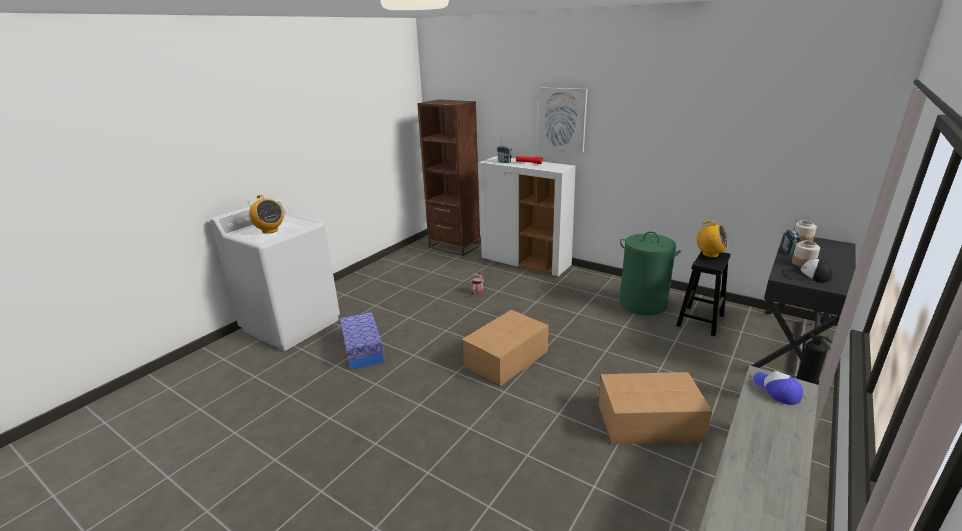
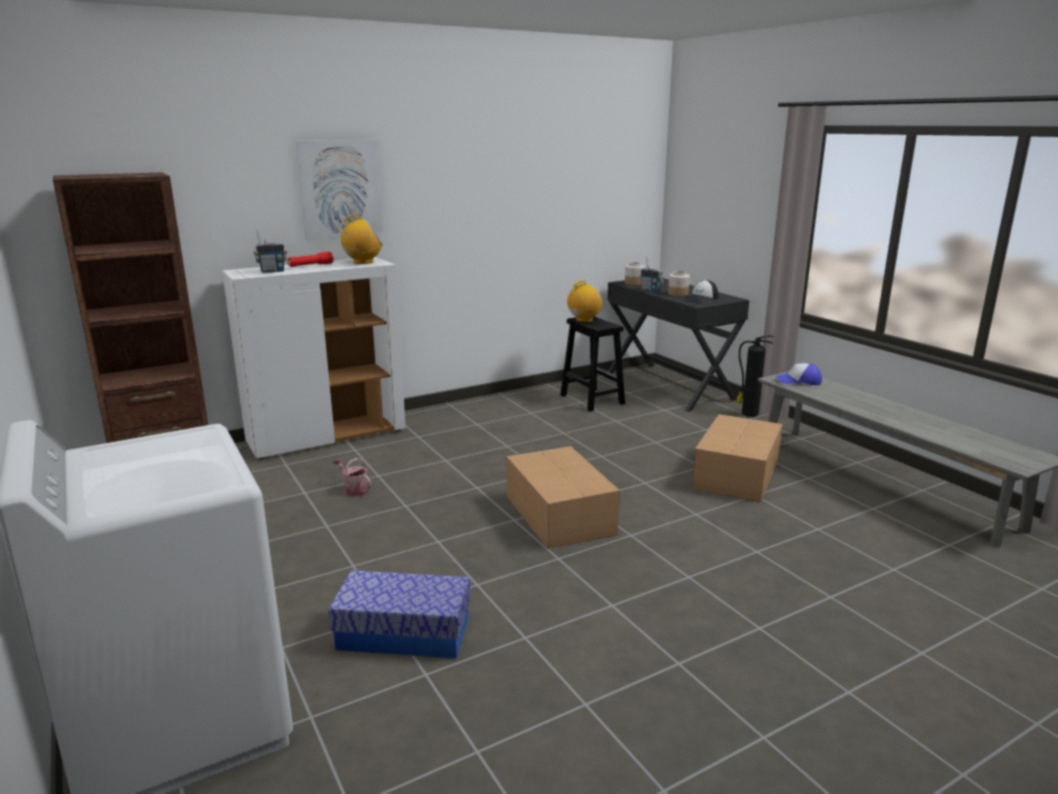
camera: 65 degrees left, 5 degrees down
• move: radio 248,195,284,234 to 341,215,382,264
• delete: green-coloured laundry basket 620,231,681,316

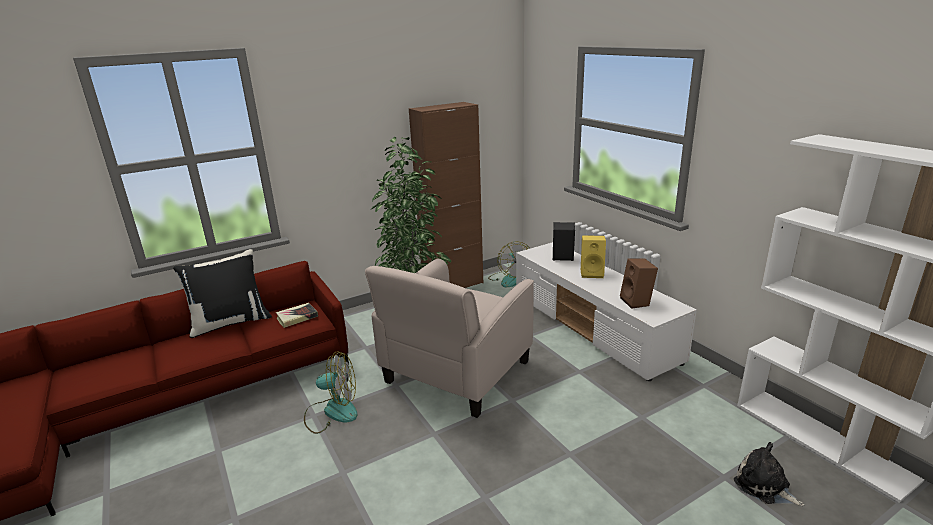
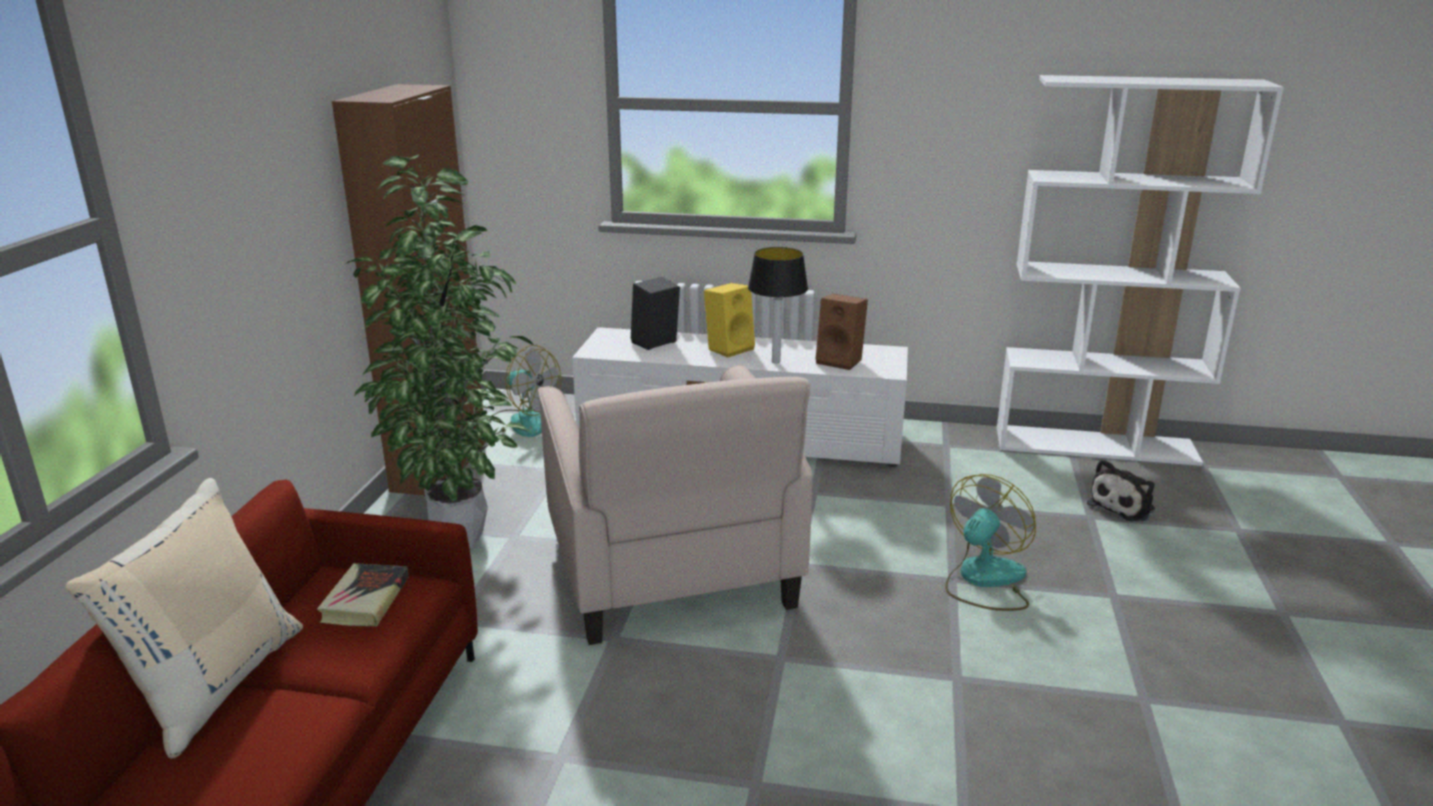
camera: 50 degrees left, 0 degrees up
• recolor: black cushion 173,249,272,338 to beige cushion 65,478,303,759
• insert: lamp for a table 748,247,808,363
• move: cooling fan 304,352,357,434 to 945,474,1036,611
• rotate: soft toy 734,442,805,506 = 1087,459,1155,522 45 degrees counterclockwise

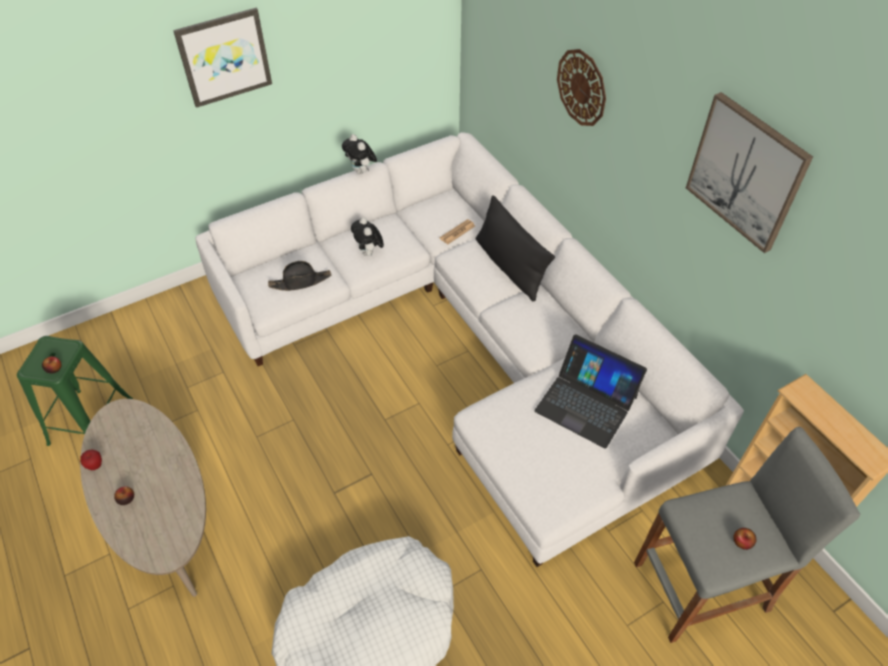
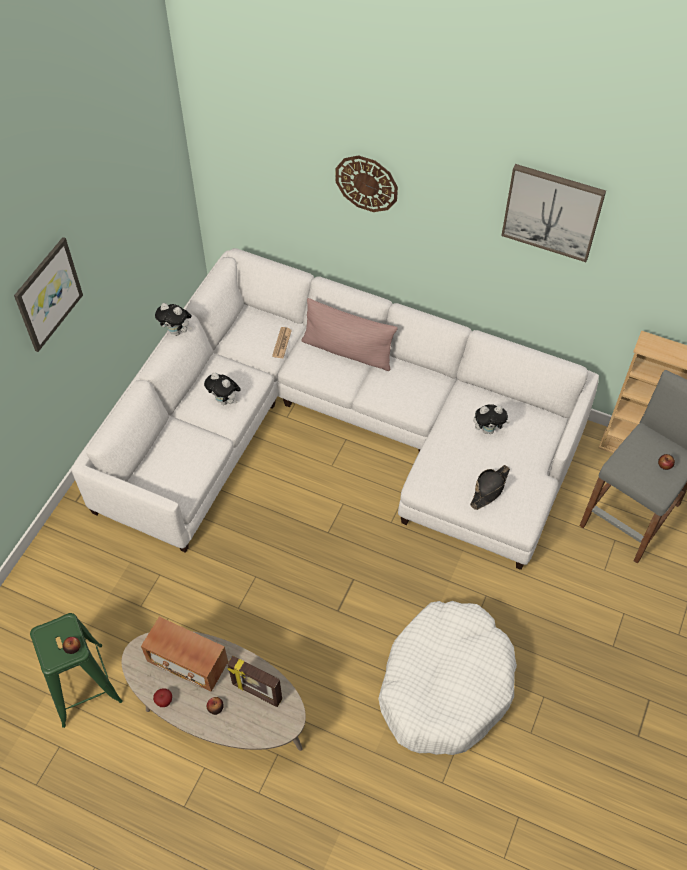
camera: 35 degrees left, 5 degrees up
• insert: radio 141,617,228,692
• insert: picture frame 227,656,282,707
• recolor: black cushion 476,195,555,301 to pink cushion 302,298,398,371
• move: black hat 268,261,331,291 to 470,465,510,510
• replace: portable computer 535,334,647,449 to soft toy 474,404,510,434

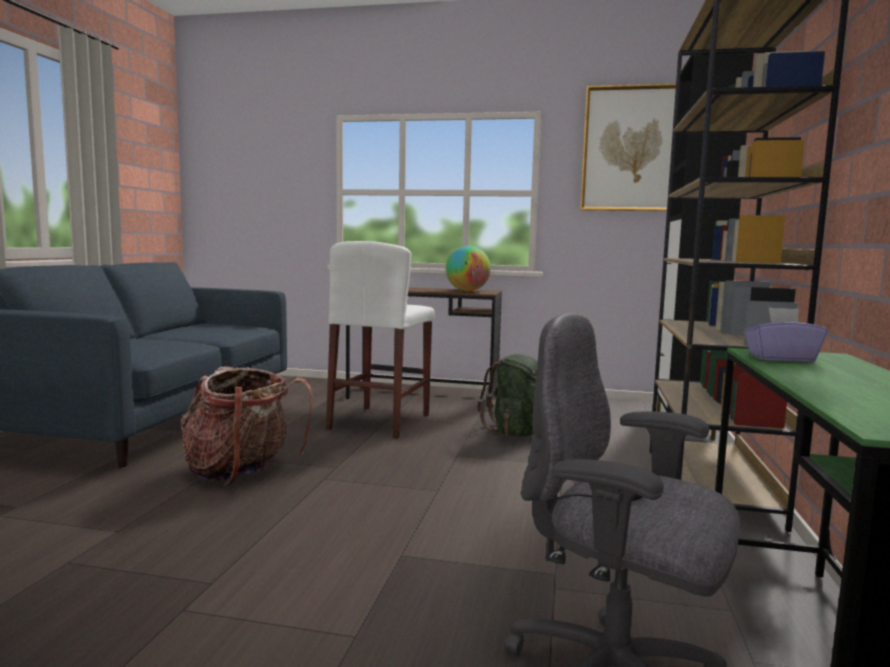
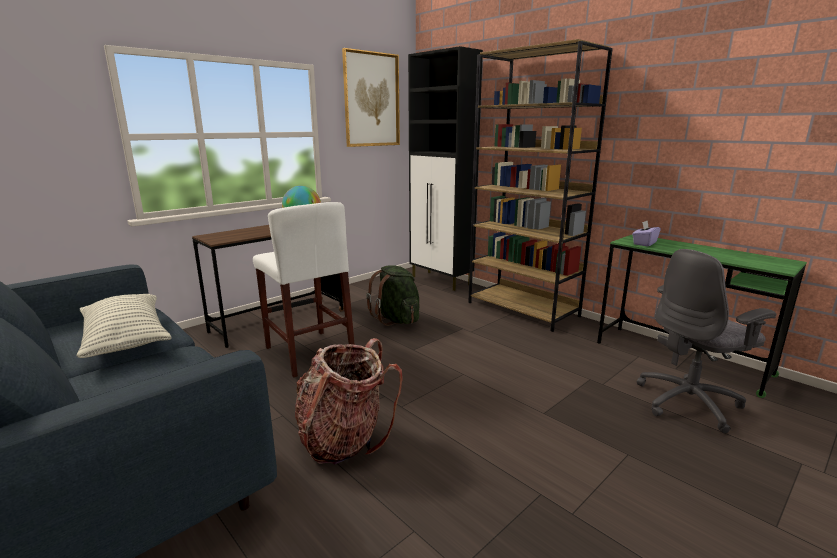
camera: 55 degrees left, 10 degrees up
• insert: cushion 77,294,172,358

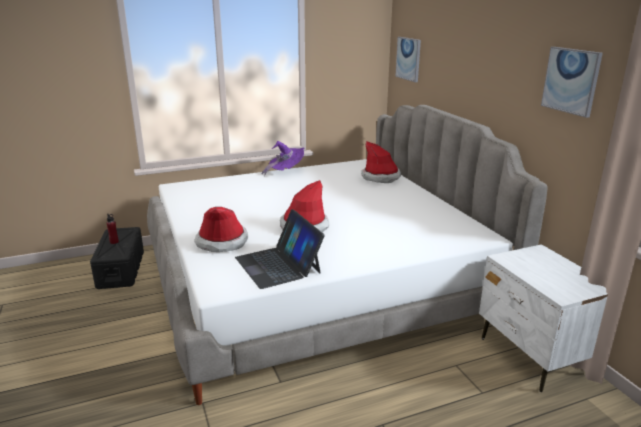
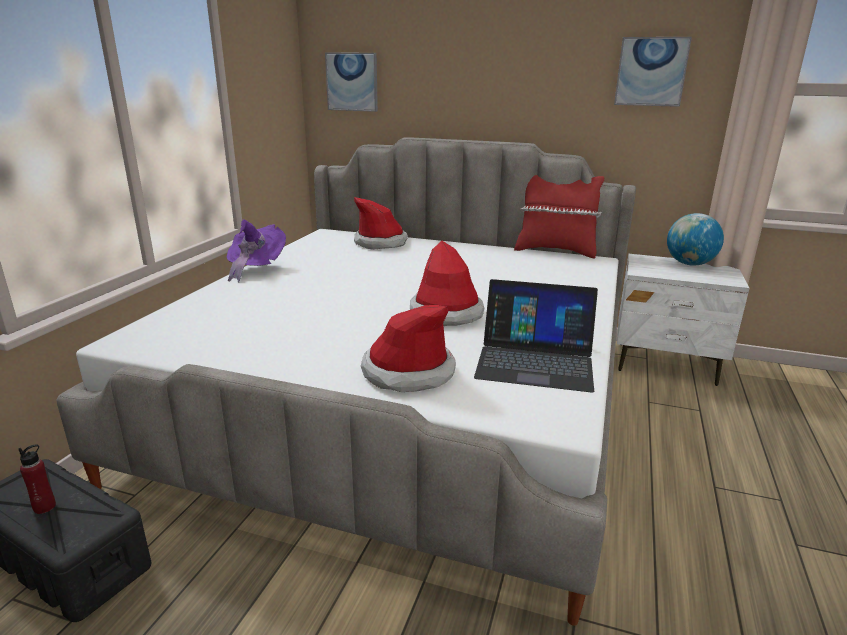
camera: 50 degrees left, 0 degrees up
• insert: red-coloured cushion 514,175,604,258
• insert: world globe 667,213,724,266

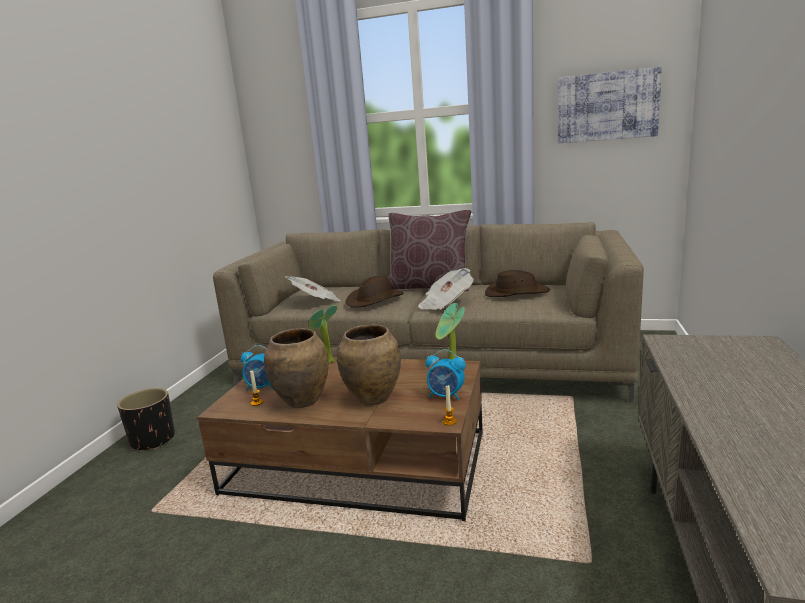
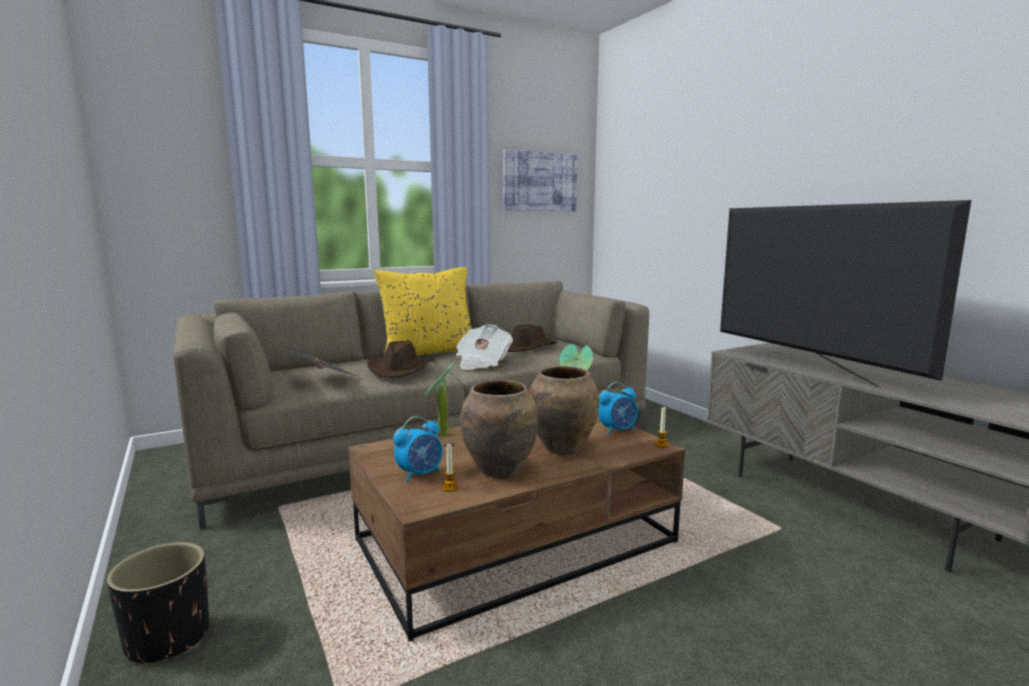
camera: 45 degrees left, 5 degrees down
• recolor: brown cushion 388,210,471,291 to yellowish cushion 374,267,472,356
• insert: television 720,200,971,389

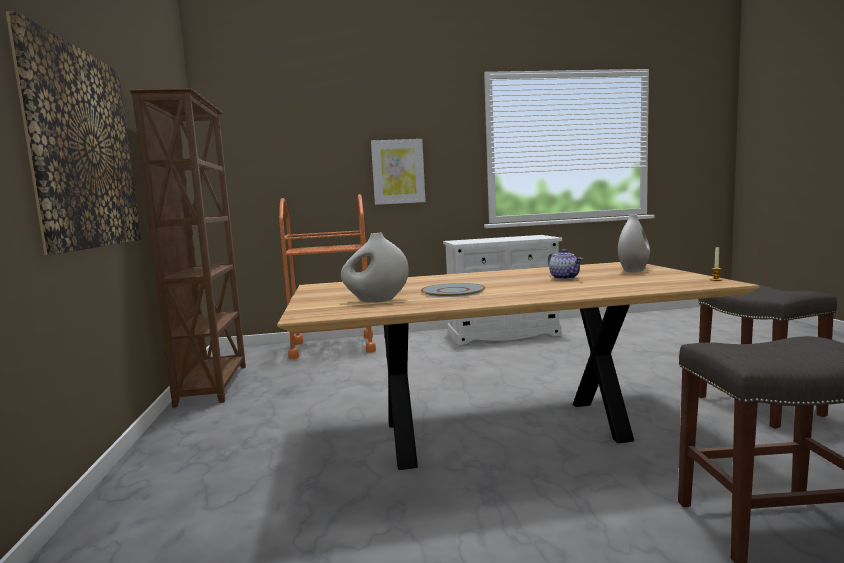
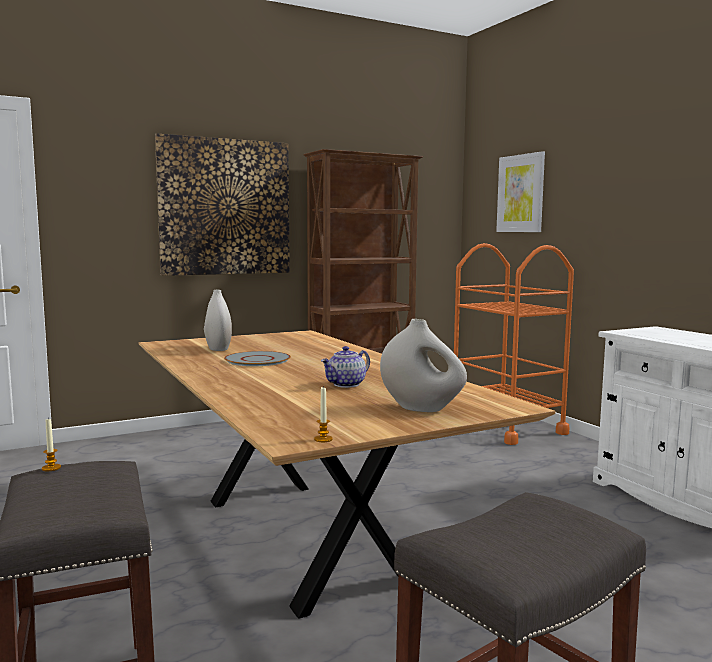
camera: 70 degrees right, 0 degrees up
• insert: candle 42,419,61,471
• move: picture 371,139,426,205 to 496,151,545,232

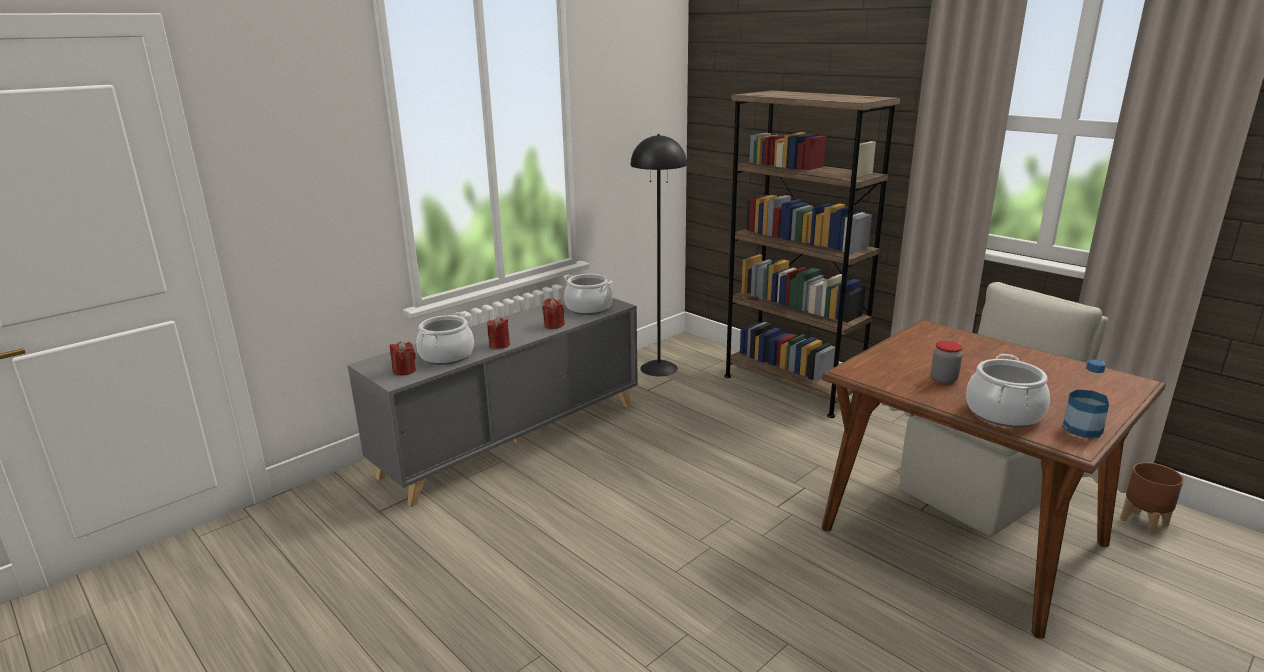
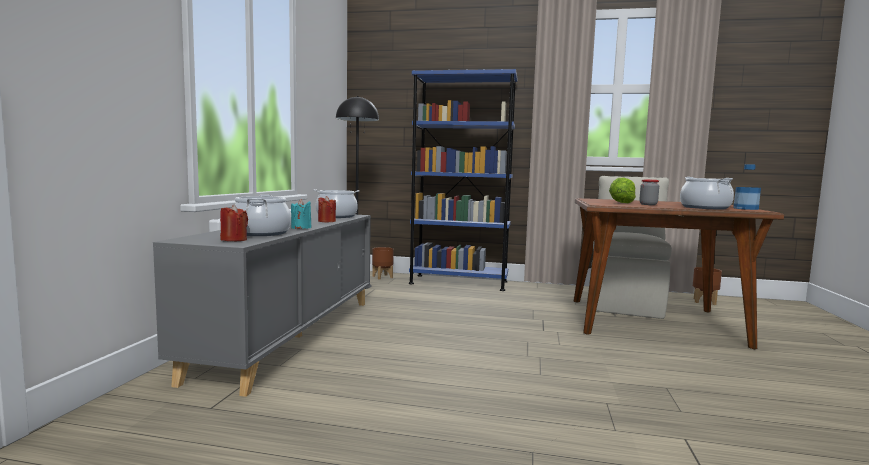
camera: 35 degrees left, 15 degrees down
• recolor: red-coloured candle 487,317,510,349 to turquoise-coloured candle 291,199,312,229
• insert: brown plant pot 372,247,394,279
• recolor: brown bookcase 724,91,900,418 to bluish bookcase 409,69,517,291
• insert: head of lettuce 609,177,636,203

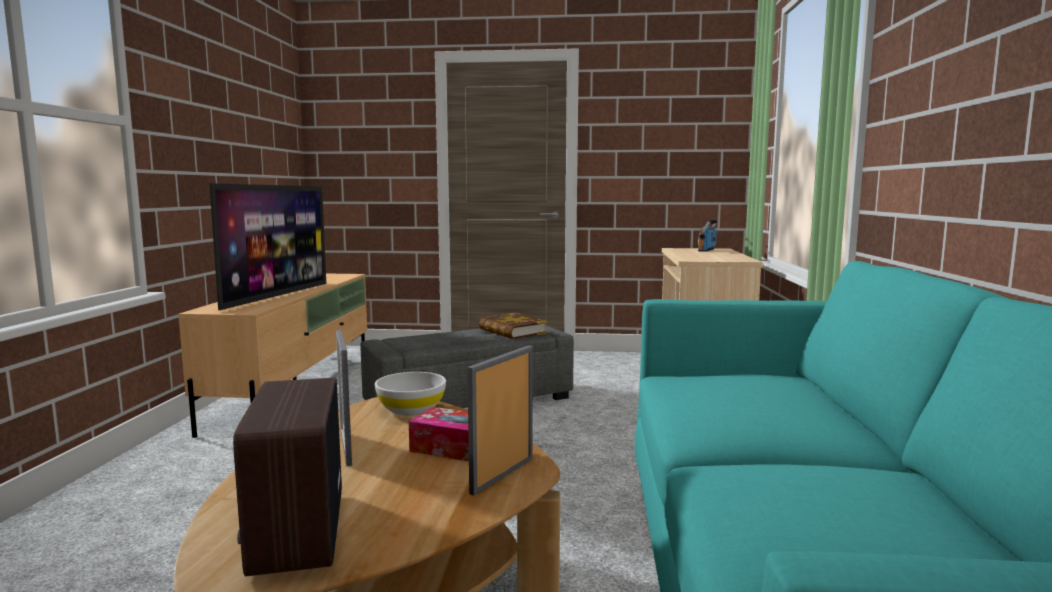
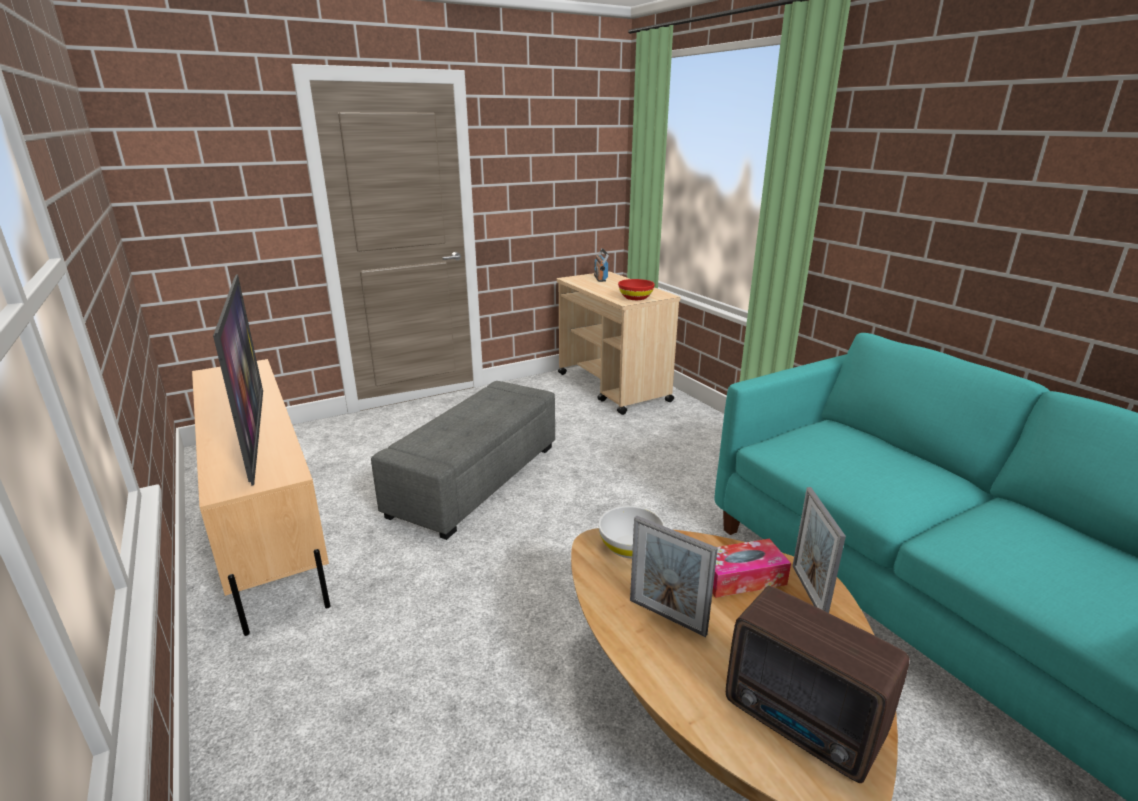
camera: 35 degrees left, 15 degrees up
• insert: red-coloured serving bowl 618,279,655,300
• delete: volume 479,313,548,339

